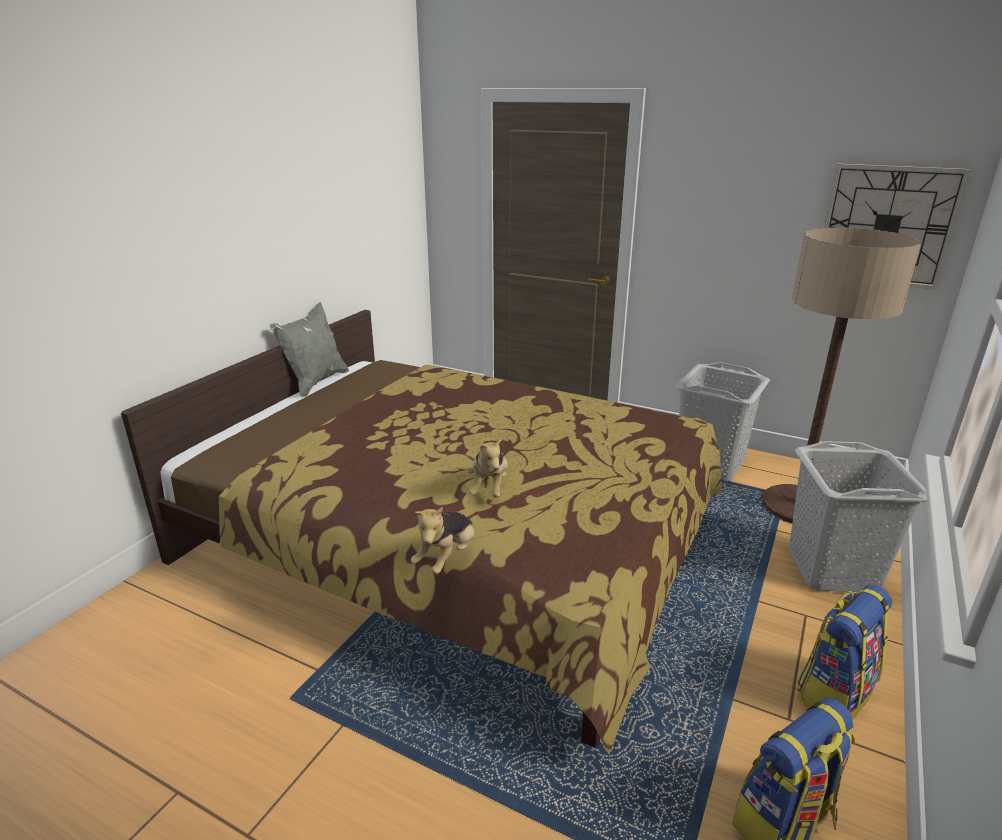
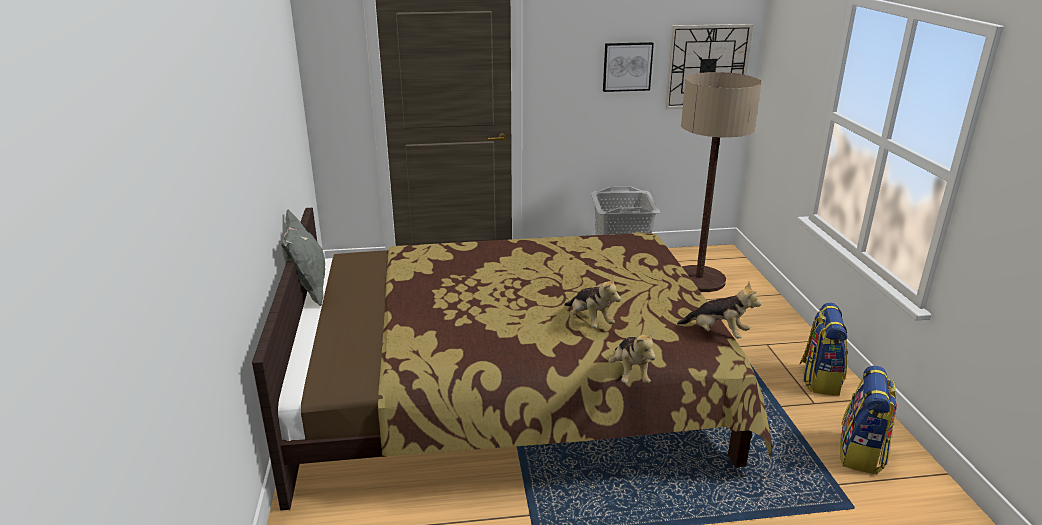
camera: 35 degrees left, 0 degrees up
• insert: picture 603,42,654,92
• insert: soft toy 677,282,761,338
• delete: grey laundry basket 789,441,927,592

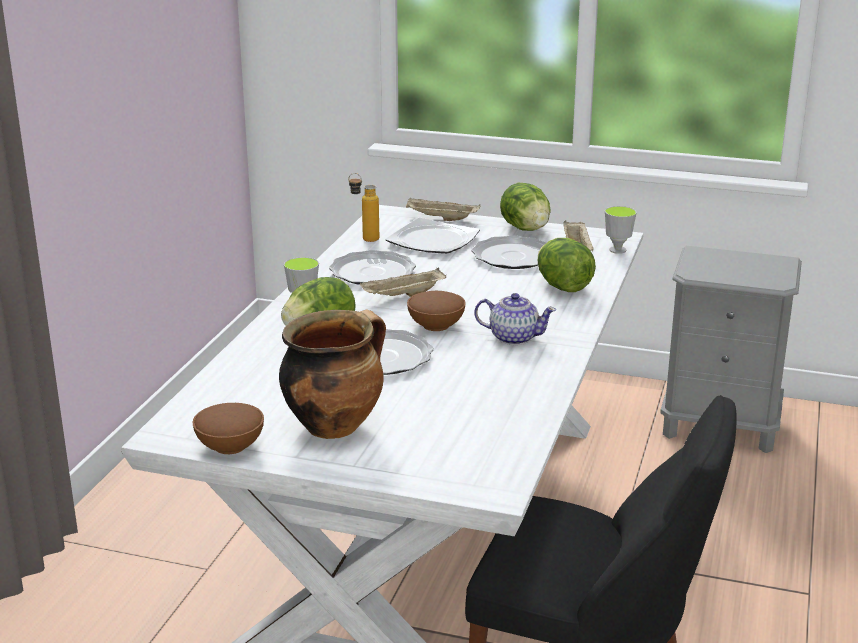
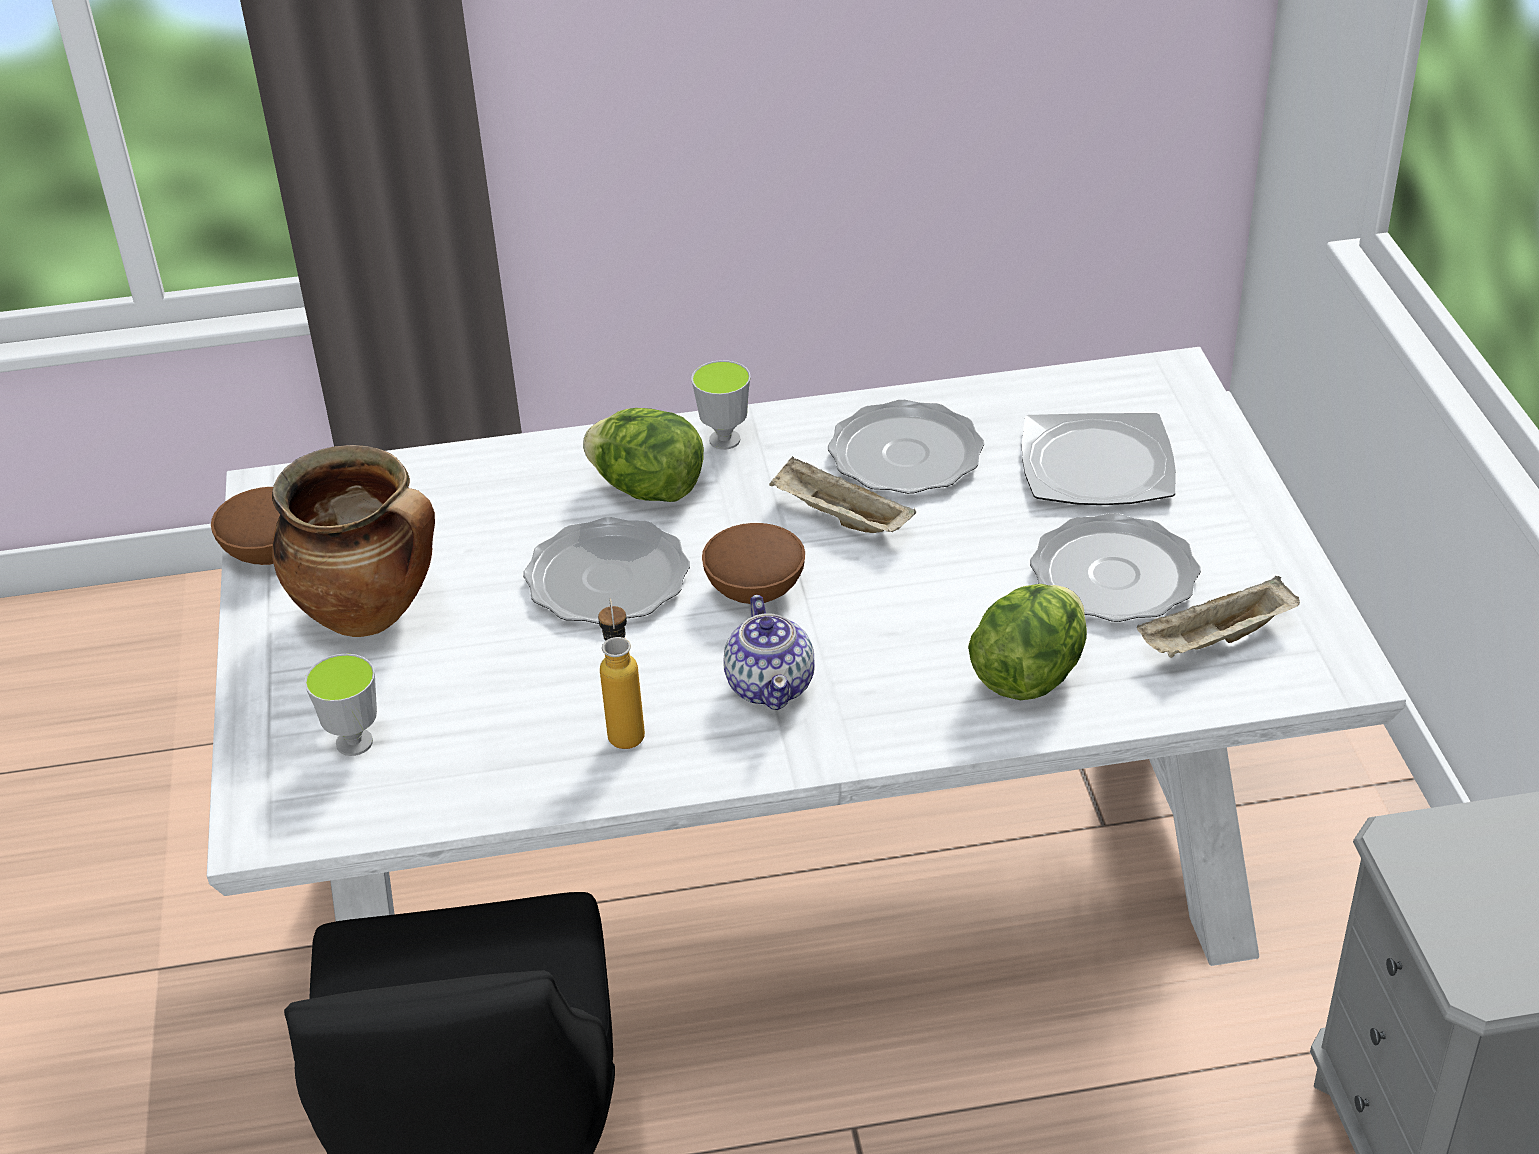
camera: 65 degrees right, 15 degrees up
• move: cup 605,206,637,254 to 304,653,377,756
• move: drink bottle 348,173,379,242 to 598,598,645,749
• delete: beige tray 406,198,480,221
• delete: head of lettuce 500,183,551,231

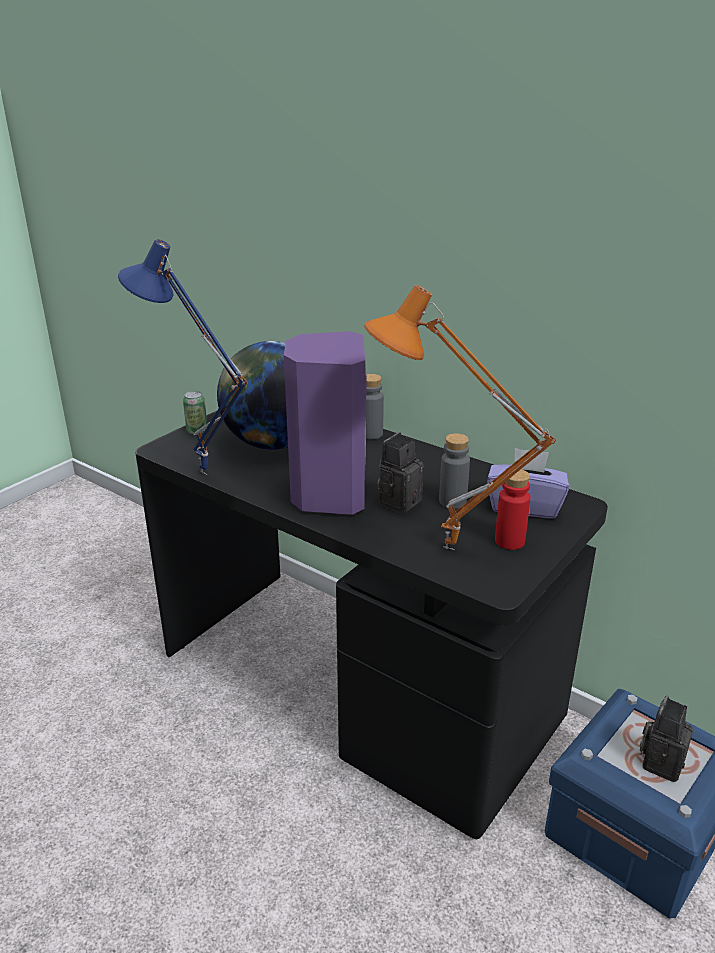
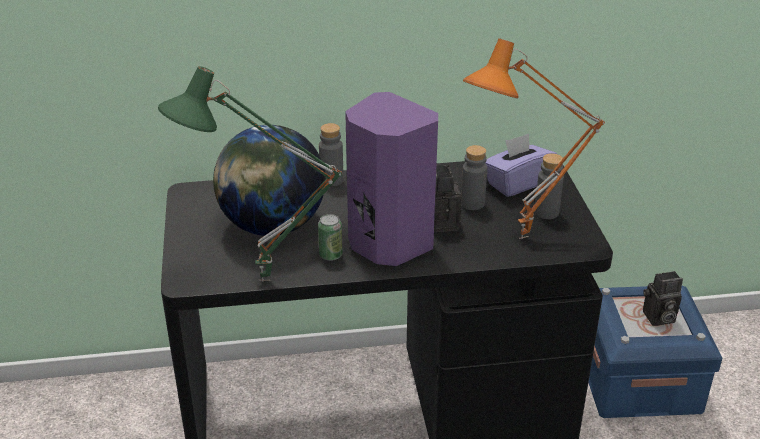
camera: 45 degrees left, 5 degrees up
• recolor: bluish lamp for a table 118,239,248,475 to green-coloured lamp for a table 158,66,342,281
• move: sealed can 183,391,207,434 to 318,214,342,261
• recolor: red-coloured drink bottle 495,469,530,550 to grey drink bottle 535,153,564,219
• rotate: photo camera 640,696,693,782 = 643,271,683,326 90 degrees counterclockwise

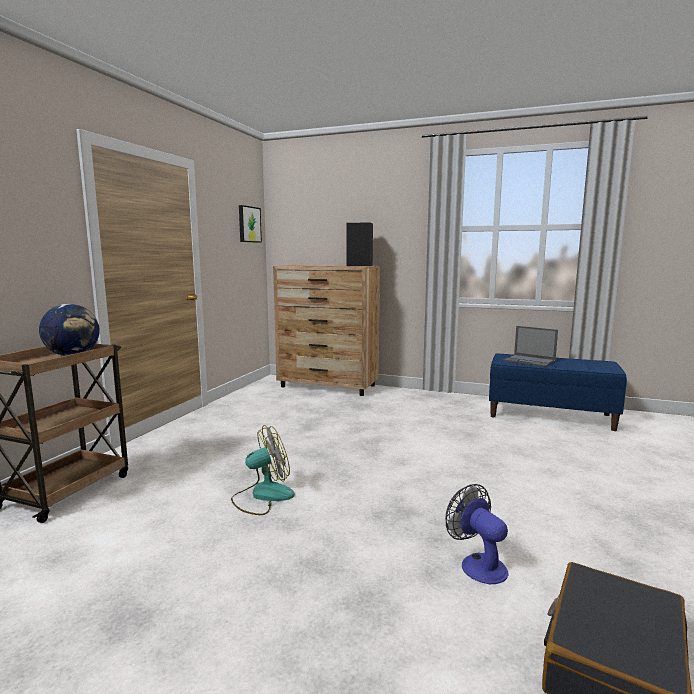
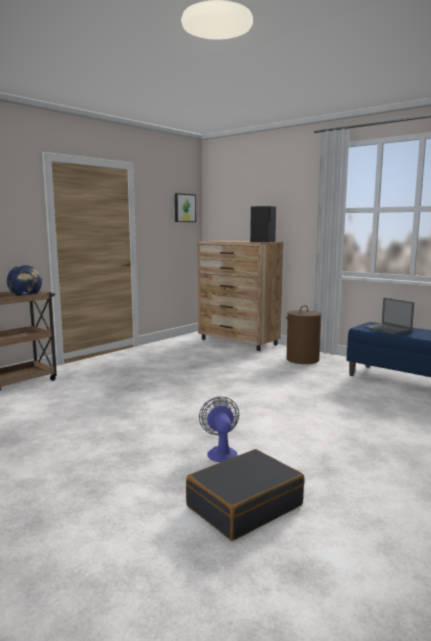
camera: 20 degrees right, 0 degrees up
• insert: brown laundry basket 286,305,322,364
• delete: cooling fan 231,425,295,515

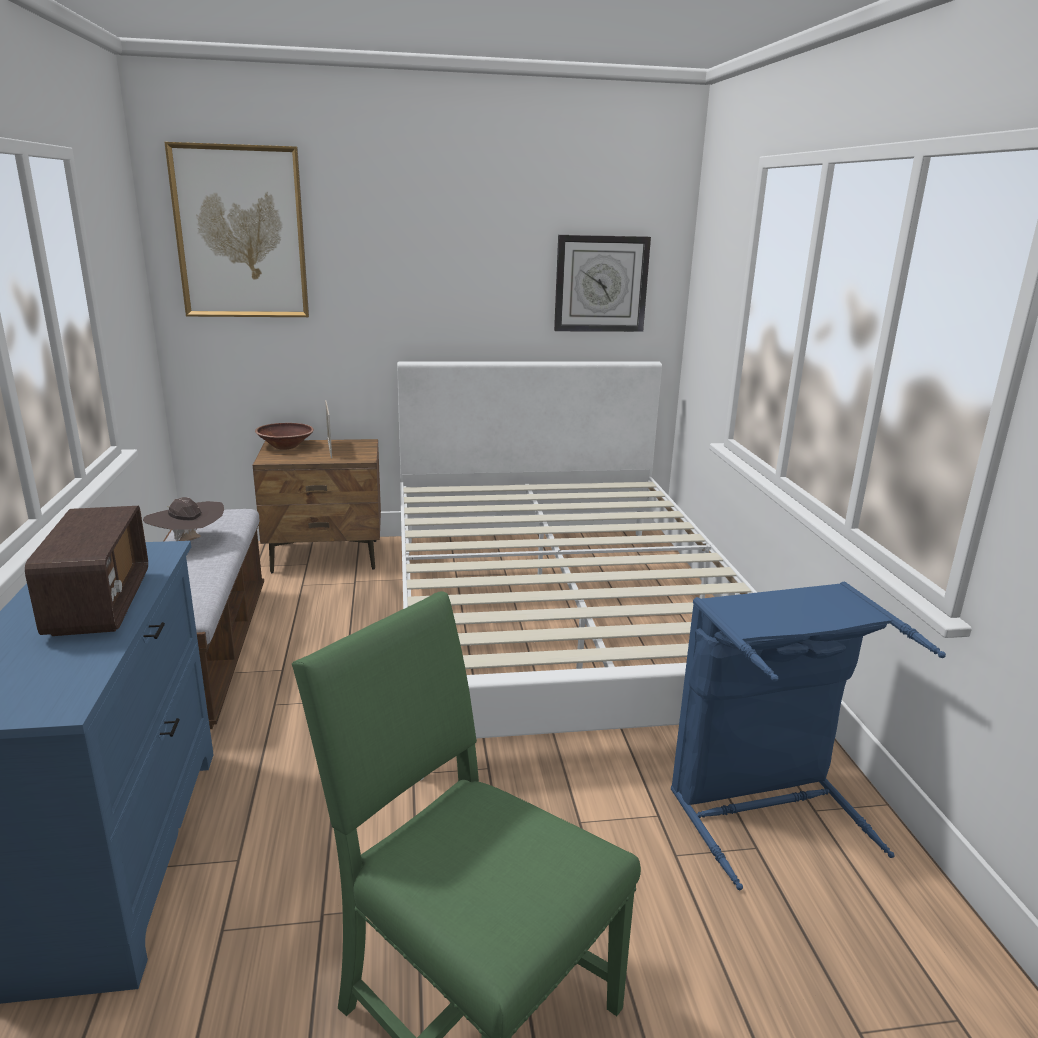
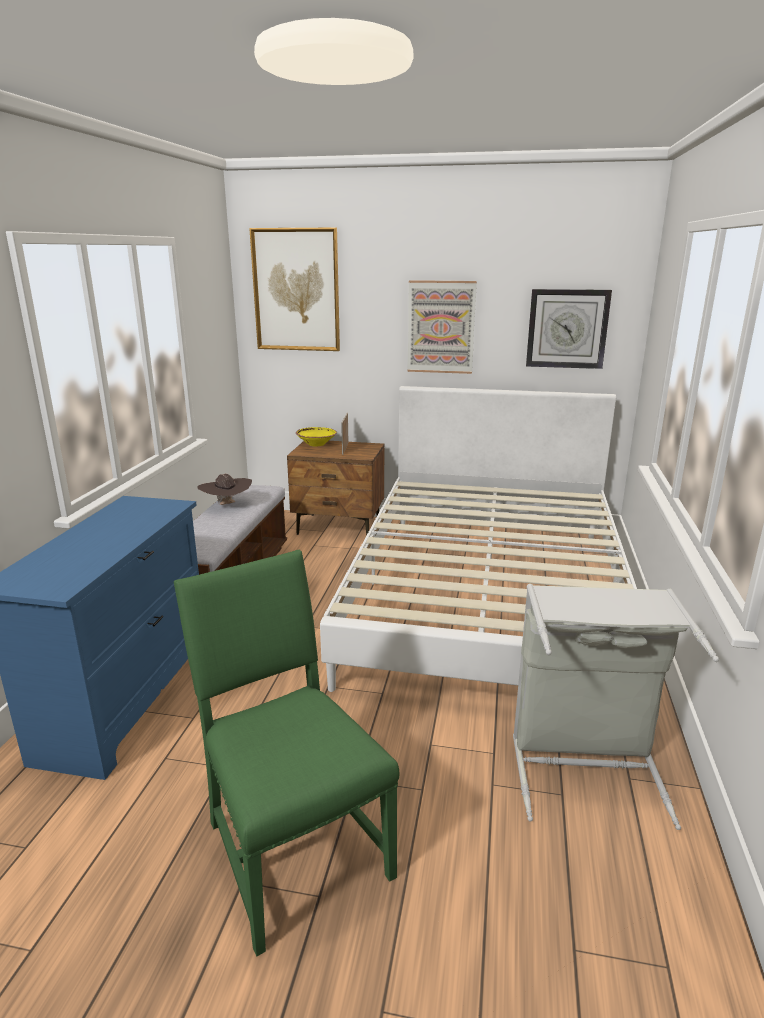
camera: 20 degrees right, 0 degrees up
• recolor: brown serving bowl 255,423,314,449 to yellowish serving bowl 296,427,337,446
• insert: picture 407,280,477,374
• recolor: bluish laundry basket 671,581,946,890 to grey laundry basket 513,584,719,830
• delete: radio 25,506,148,636

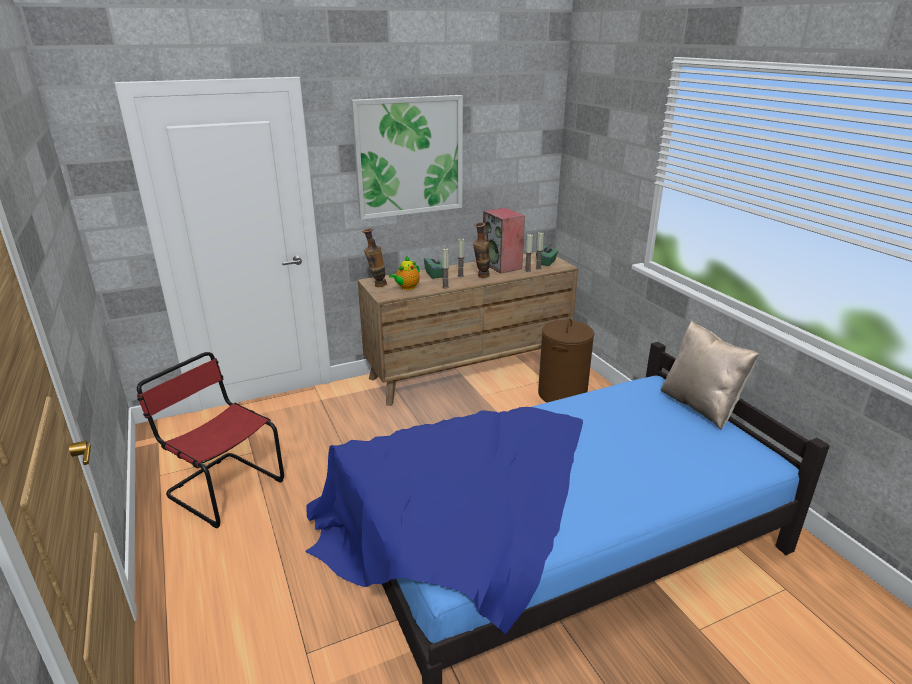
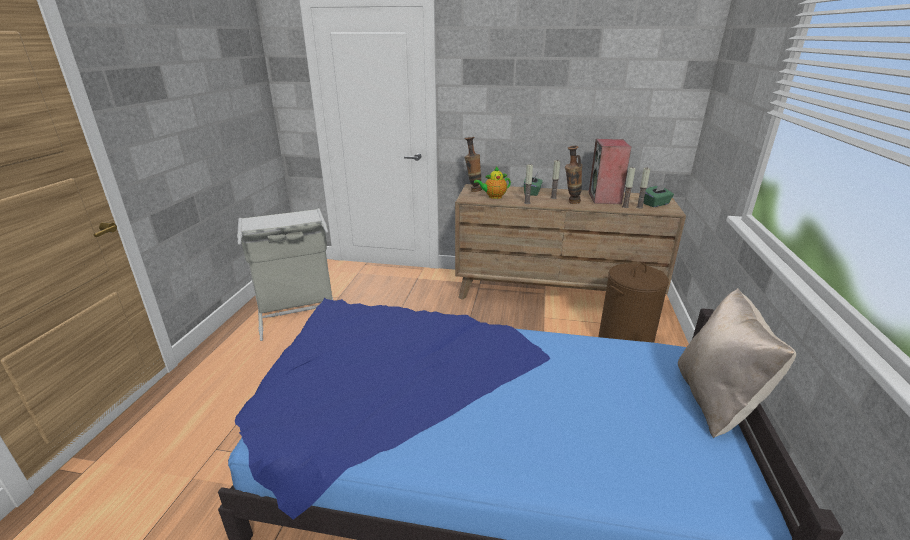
camera: 35 degrees right, 0 degrees up
• replace: red-coloured plain chair 137,352,284,528 to grey laundry basket 237,208,333,341
• delete: picture 351,95,463,220

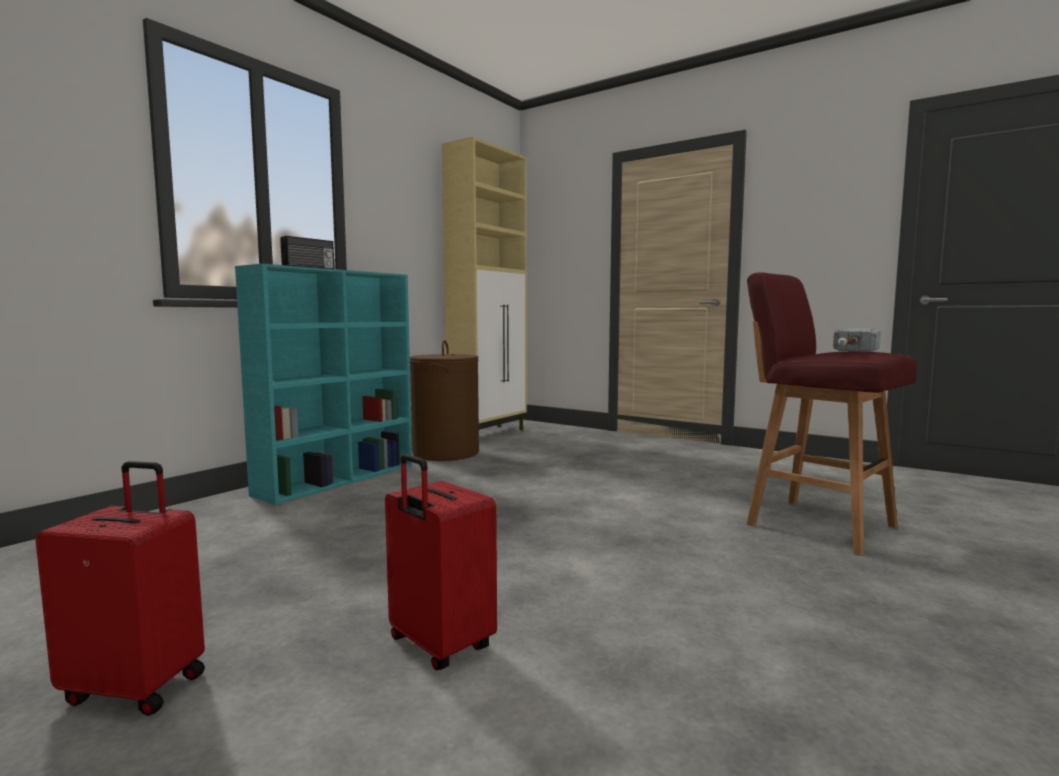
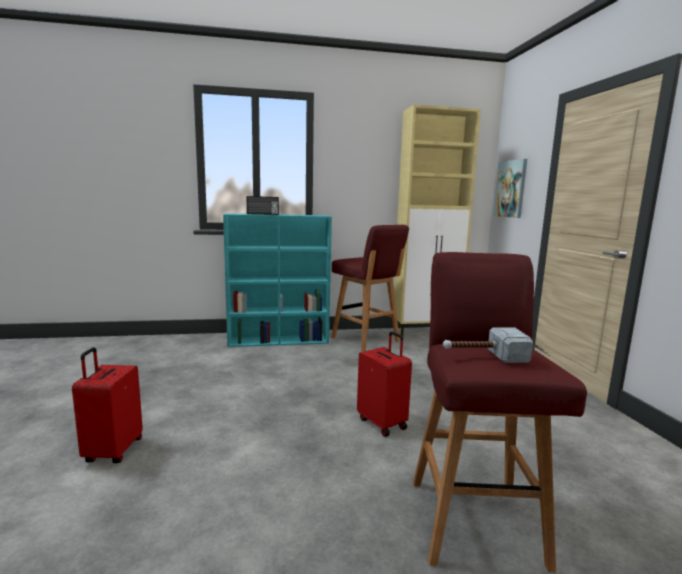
camera: 45 degrees right, 5 degrees up
• replace: brown laundry basket 410,340,479,461 to red-coloured sitting stool 331,225,409,352
• move: red-coloured piece of luggage 35,461,205,716 to 357,331,412,437
• insert: picture 493,159,527,218

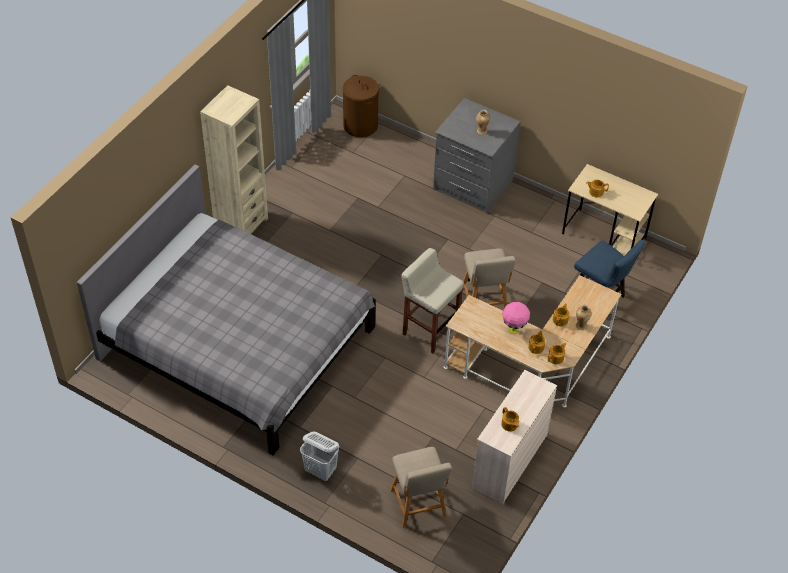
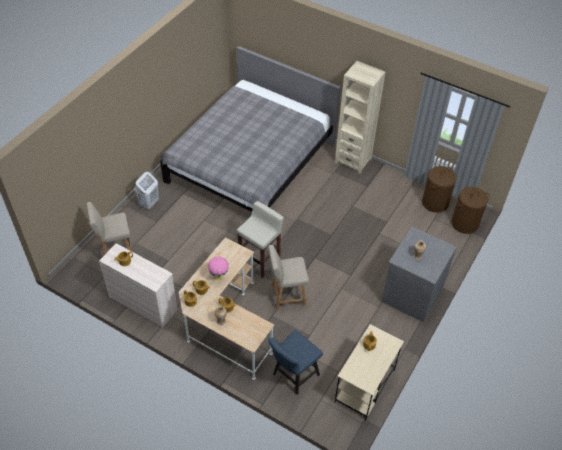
camera: 90 degrees right, 0 degrees up
• insert: brown laundry basket 422,166,457,213

